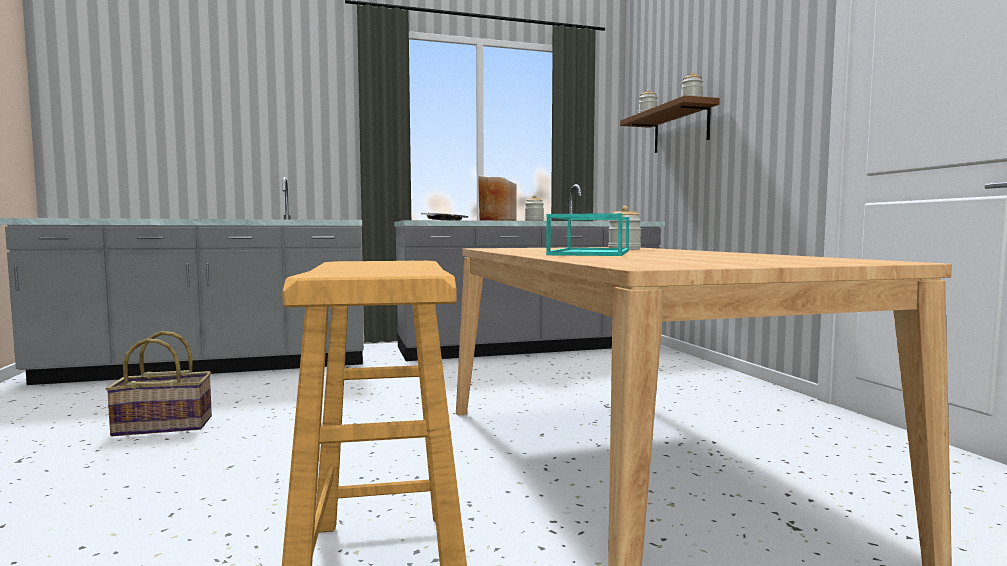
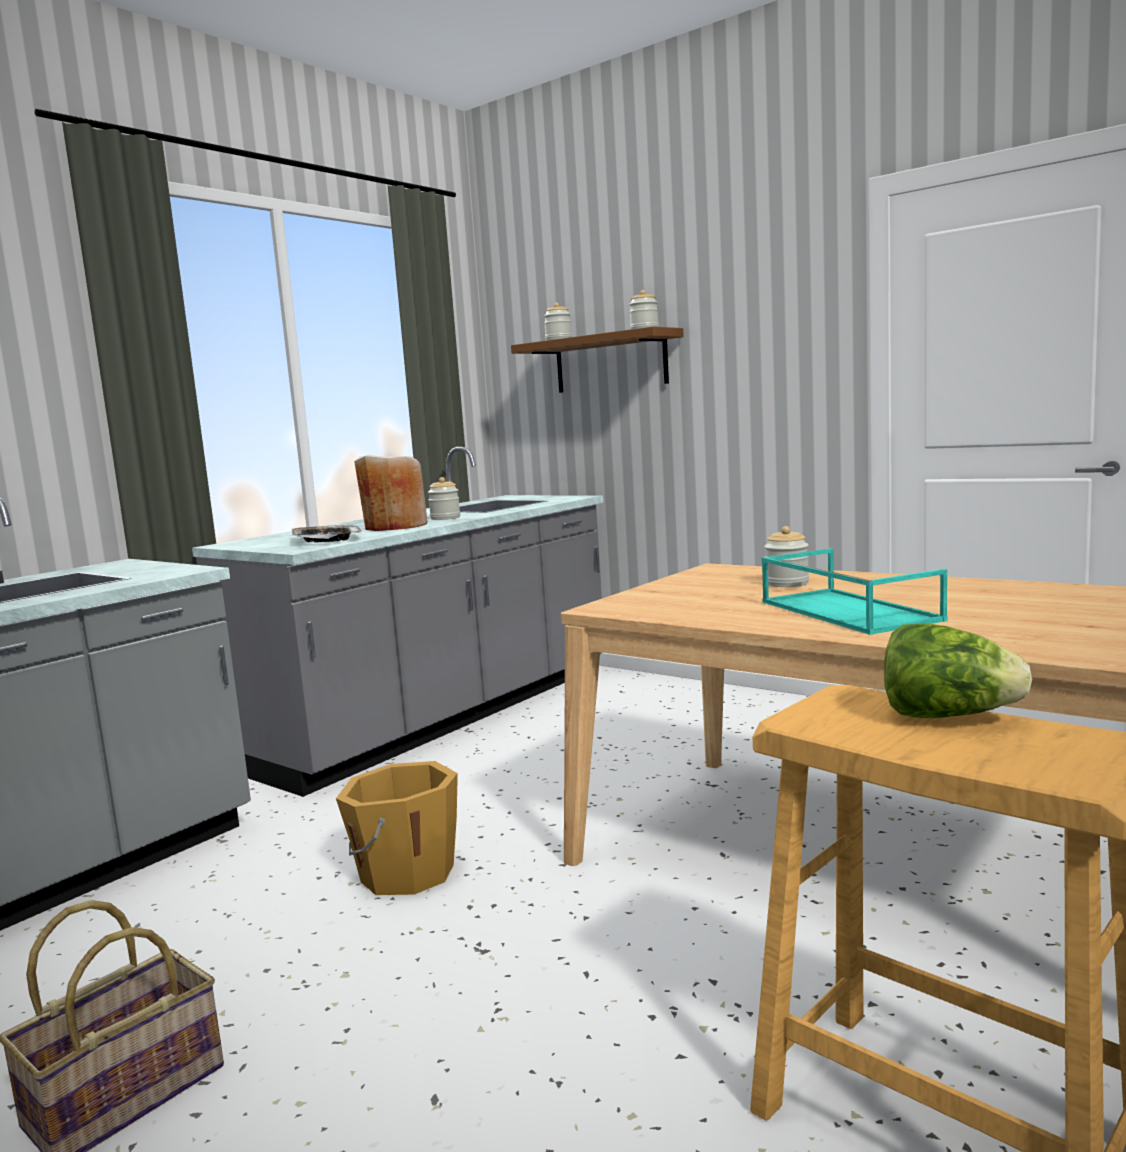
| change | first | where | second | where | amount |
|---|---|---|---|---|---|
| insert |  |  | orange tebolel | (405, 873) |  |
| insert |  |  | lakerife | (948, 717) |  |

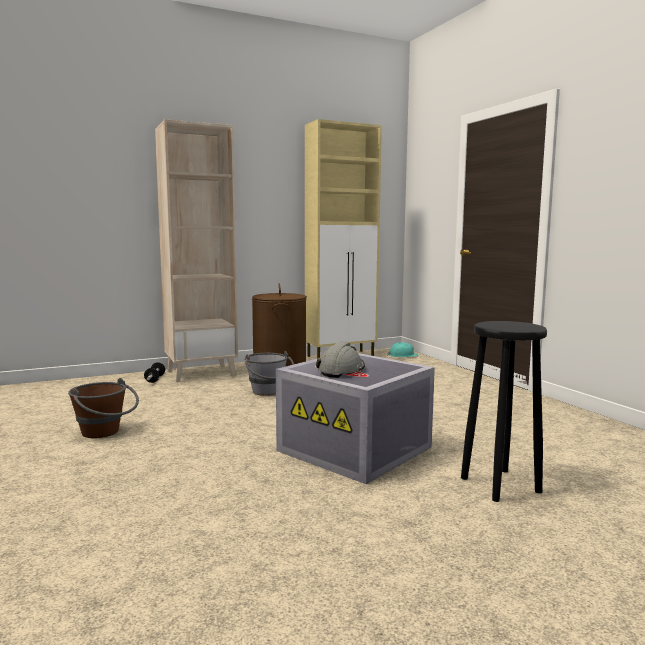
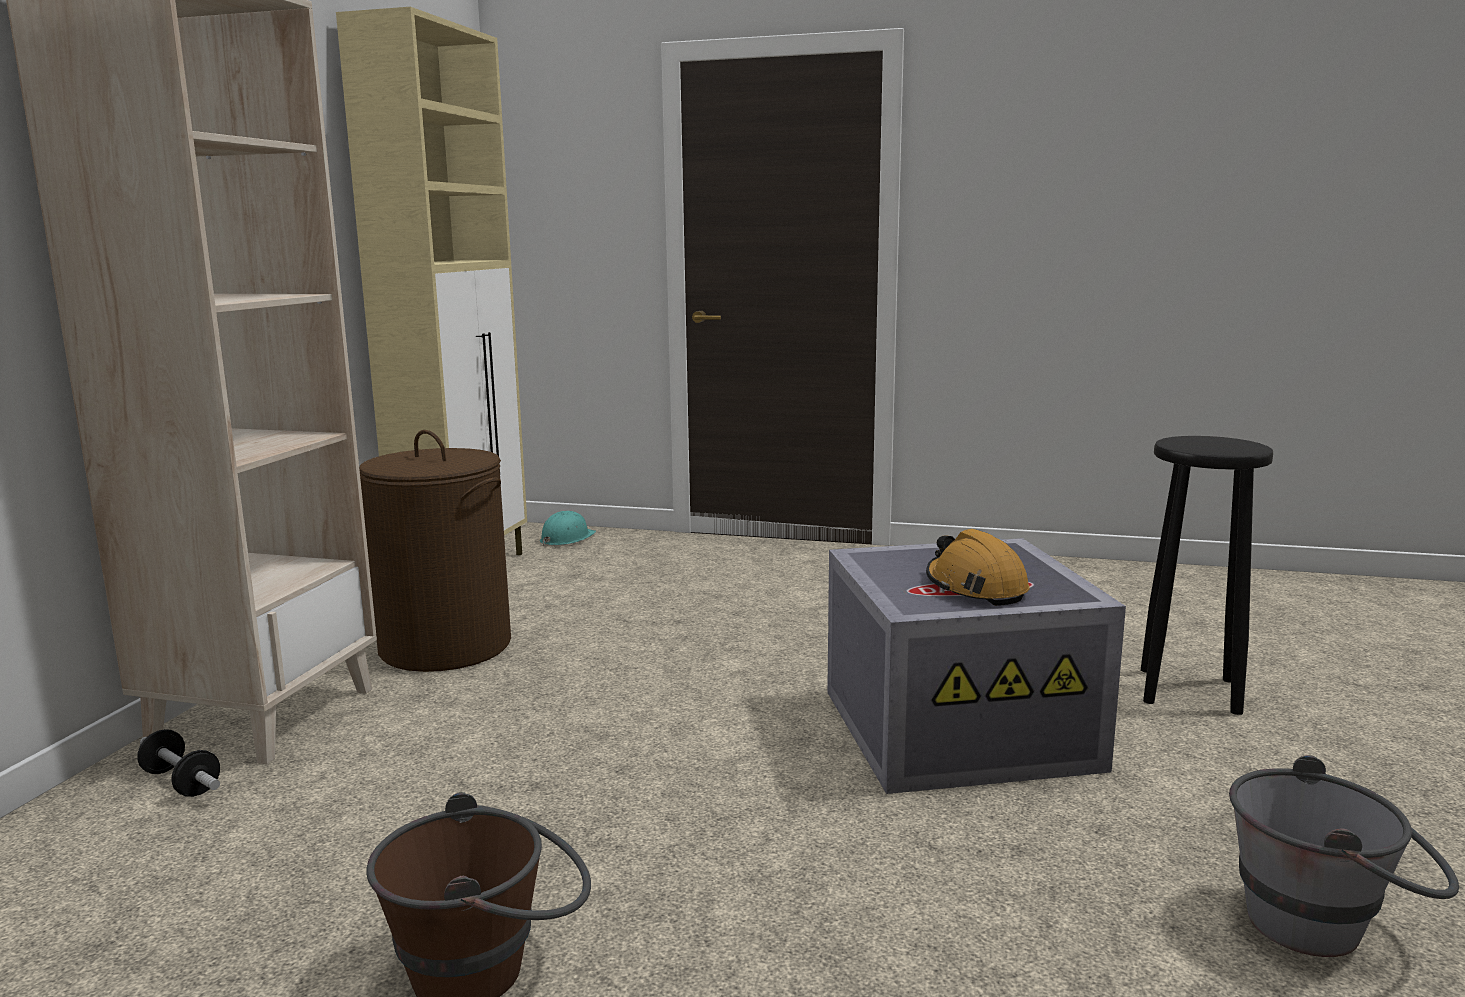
| change | first | where | second | where | amount |
|---|---|---|---|---|---|
| move | grey tebolel | (268, 393) |  | (1327, 926) |  |
| recolor | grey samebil | (341, 371) | orange samebil | (975, 588) |  |

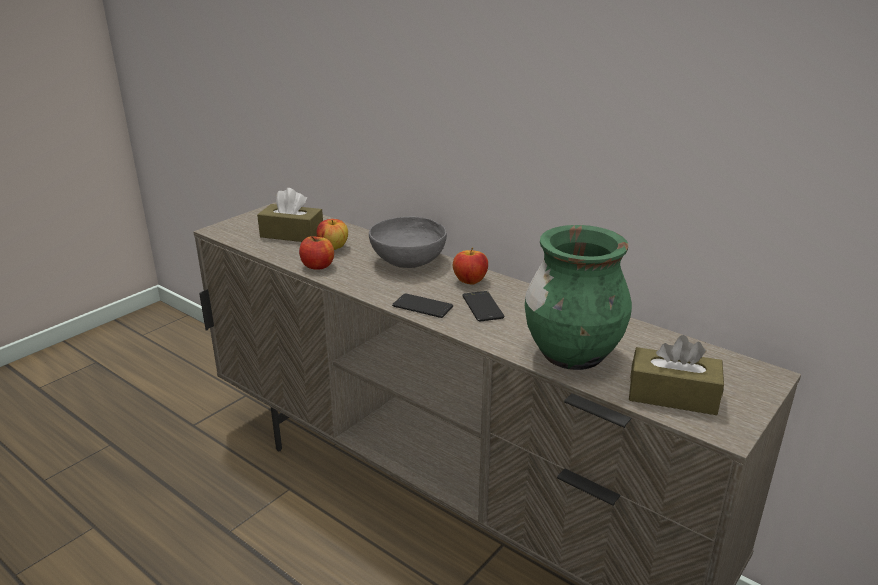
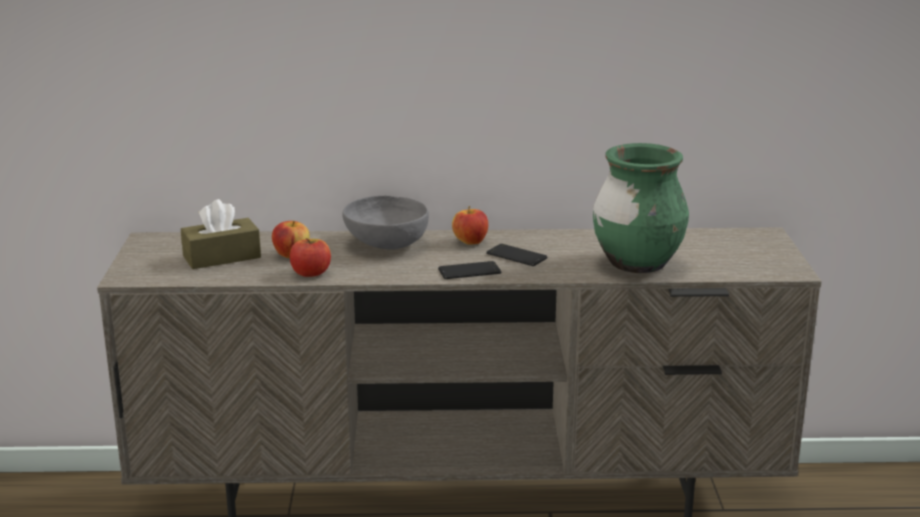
| change | first | where | second | where | amount |
|---|---|---|---|---|---|
| delete | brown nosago | (672, 395) |  |  |  |

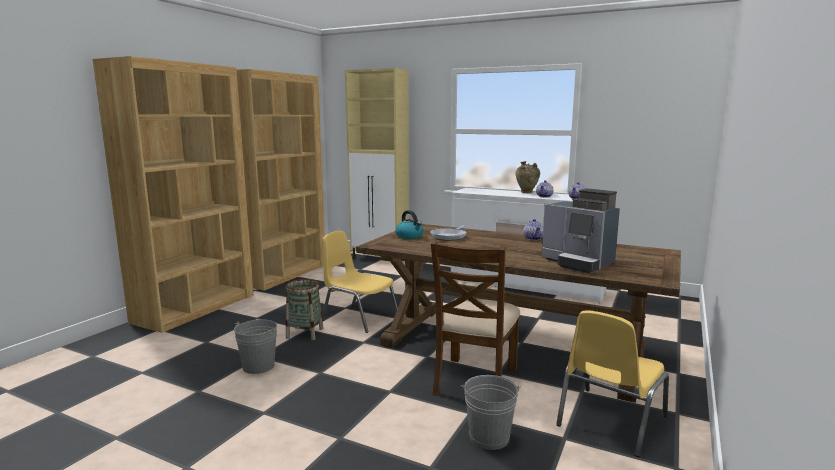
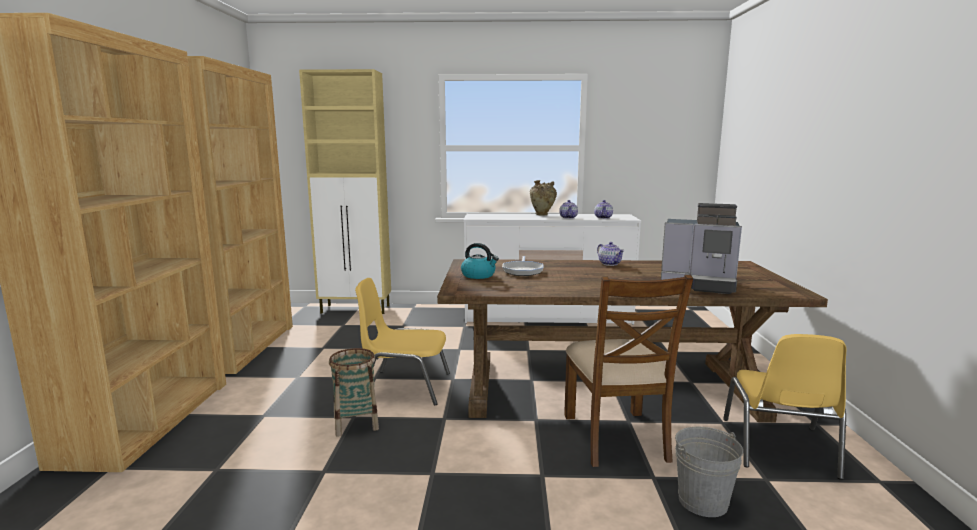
| change | first | where | second | where | amount |
|---|---|---|---|---|---|
| delete | grey tebolel | (258, 366) |  |  |  |

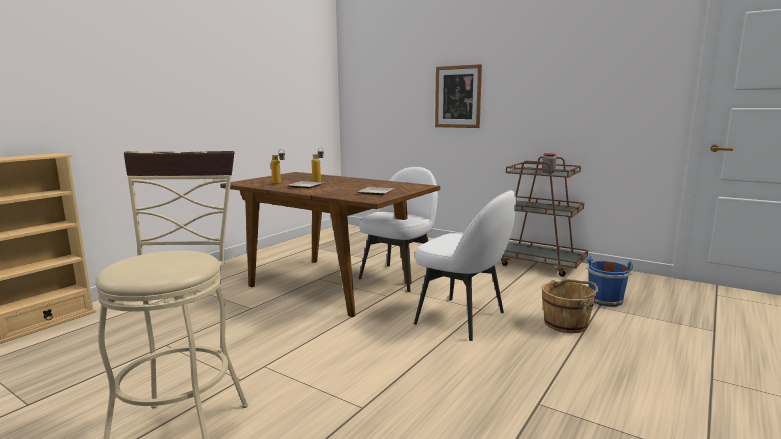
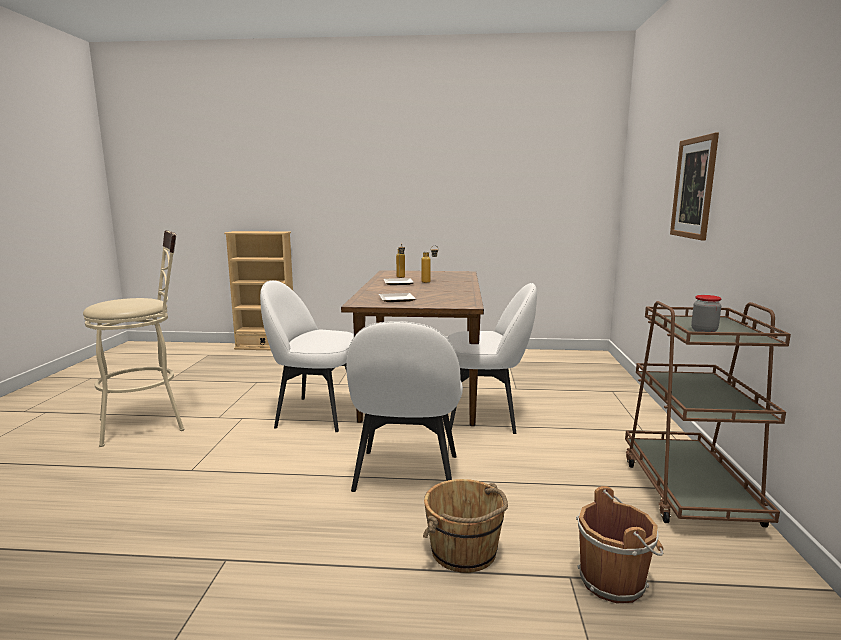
| change | first | where | second | where | amount |
|---|---|---|---|---|---|
| recolor | blue tebolel | (605, 299) | brown tebolel | (615, 580) |  |
| insert |  |  | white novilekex | (315, 413) |  |

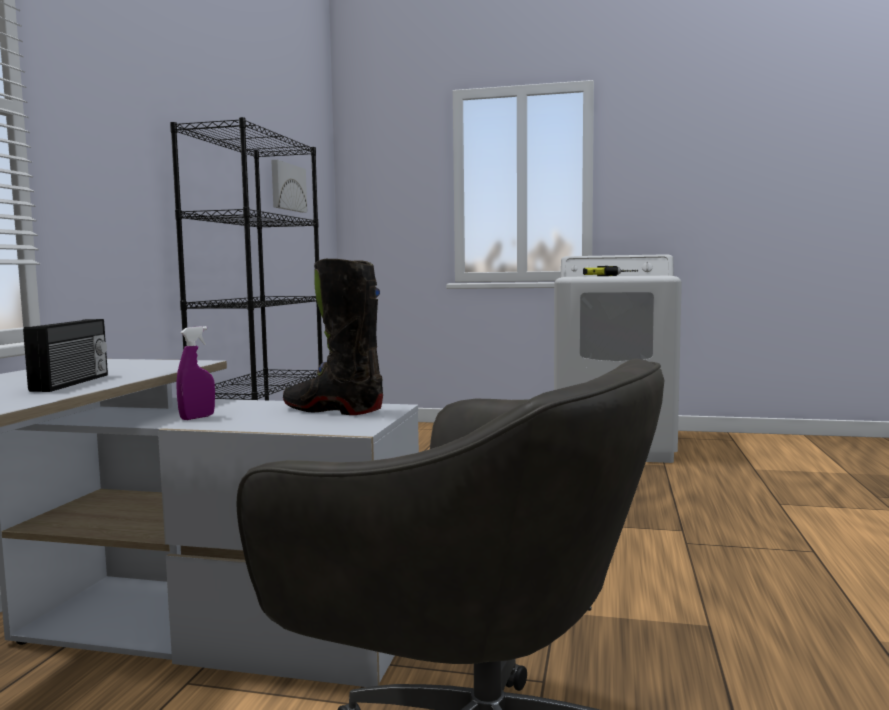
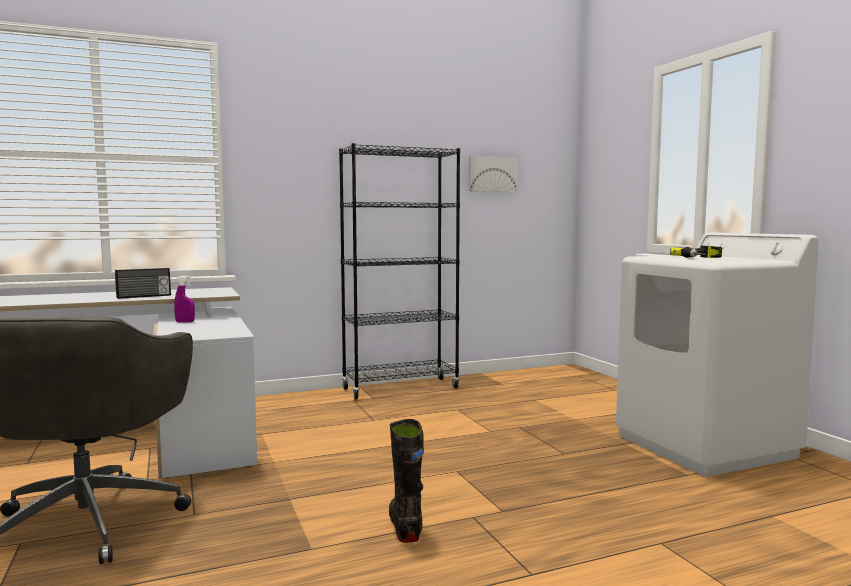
| change | first | where | second | where | amount |
|---|---|---|---|---|---|
| move | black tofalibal | (333, 410) |  | (405, 526) |  |

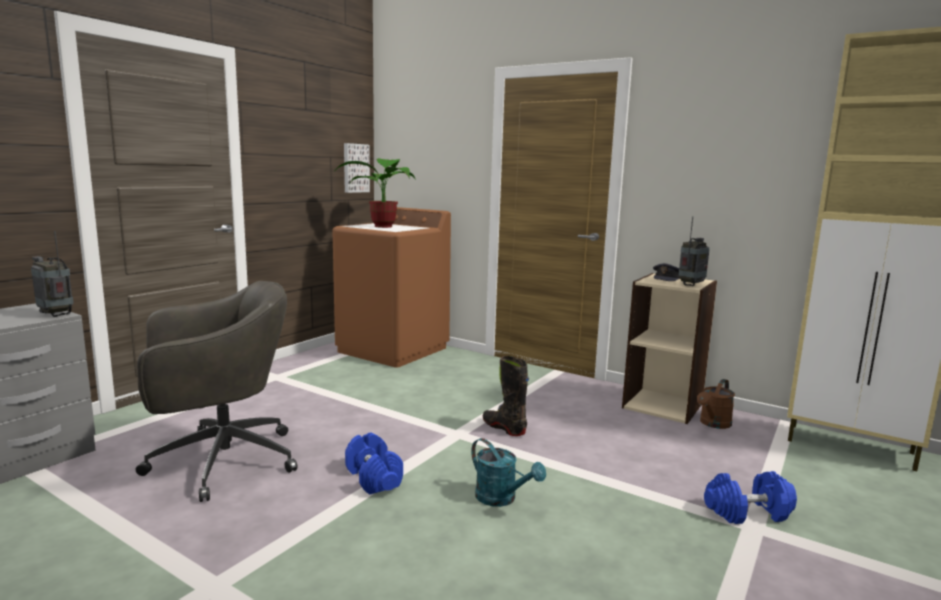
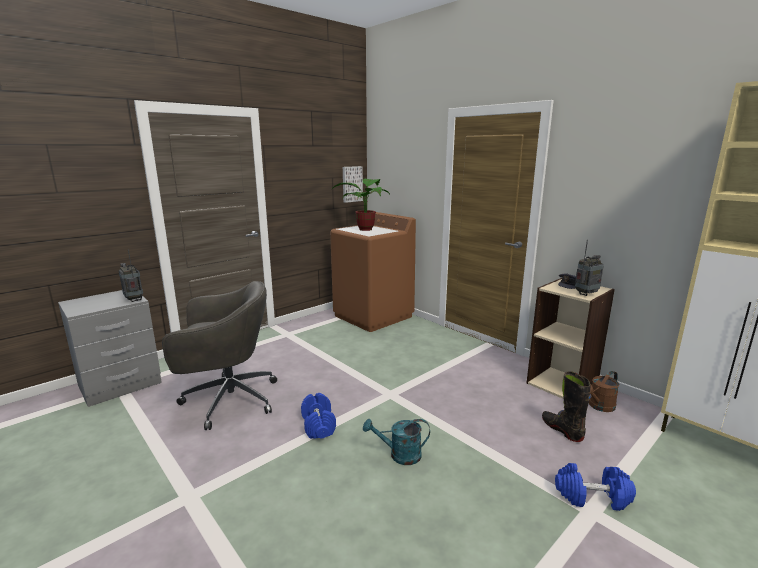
| change | first | where | second | where | amount |
|---|---|---|---|---|---|
| rotate | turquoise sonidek | (501, 499) |  | (399, 455) | 120 degrees clockwise |
| move | black tofalibal | (504, 428) |  | (562, 430) |  |

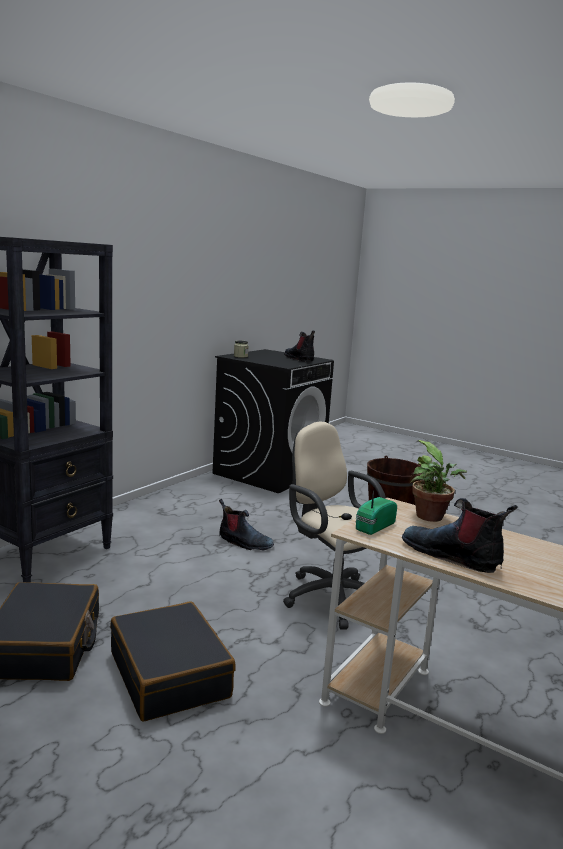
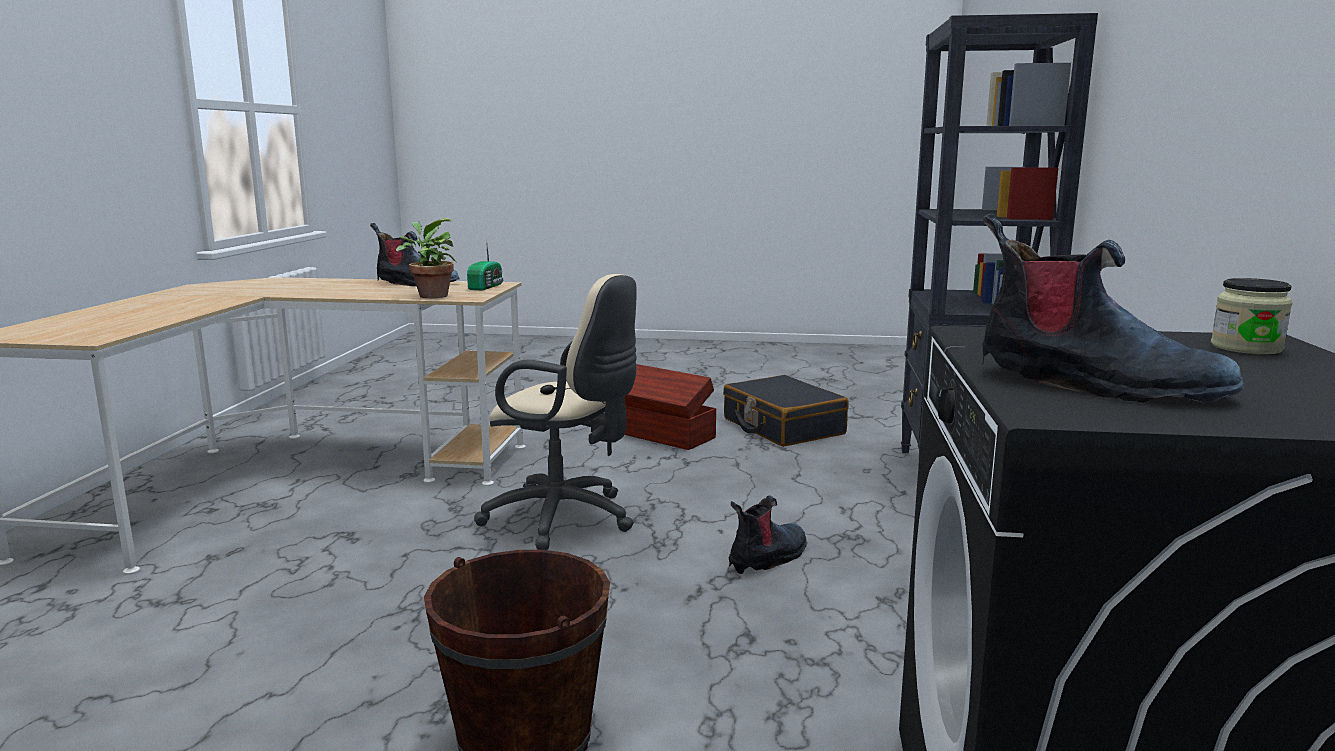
| change | first | where | second | where | amount |
|---|---|---|---|---|---|
| replace | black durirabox | (170, 674) | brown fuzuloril | (661, 435) |  |
| rotate | tofalibal | (244, 543) |  | (768, 558) | 135 degrees clockwise |

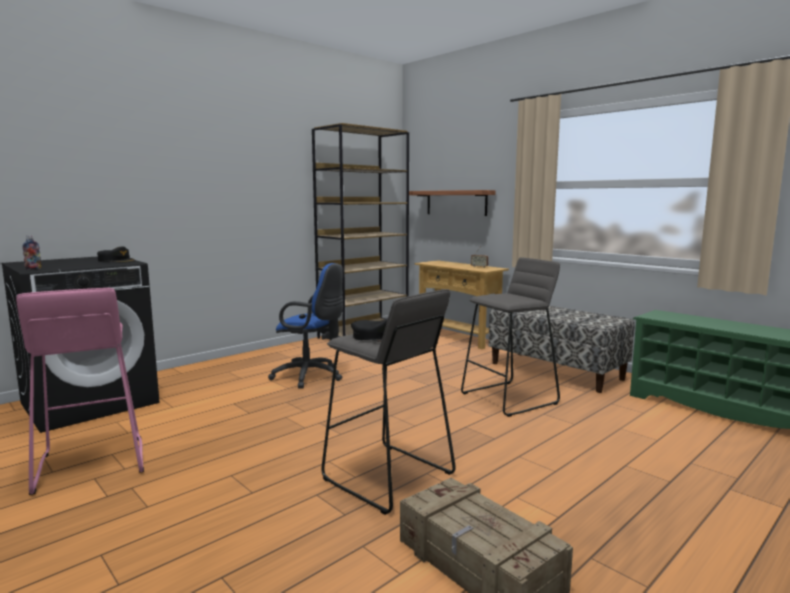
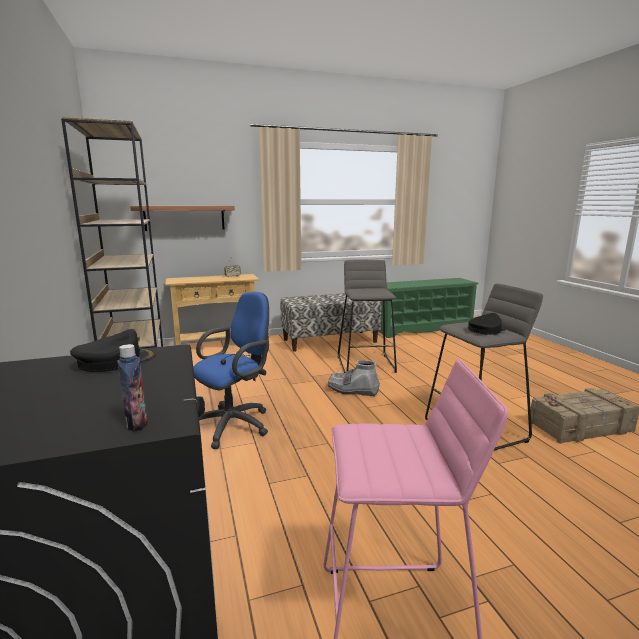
| change | first | where | second | where | amount |
|---|---|---|---|---|---|
| insert |  |  | grey tofalibal | (352, 390) |  |

